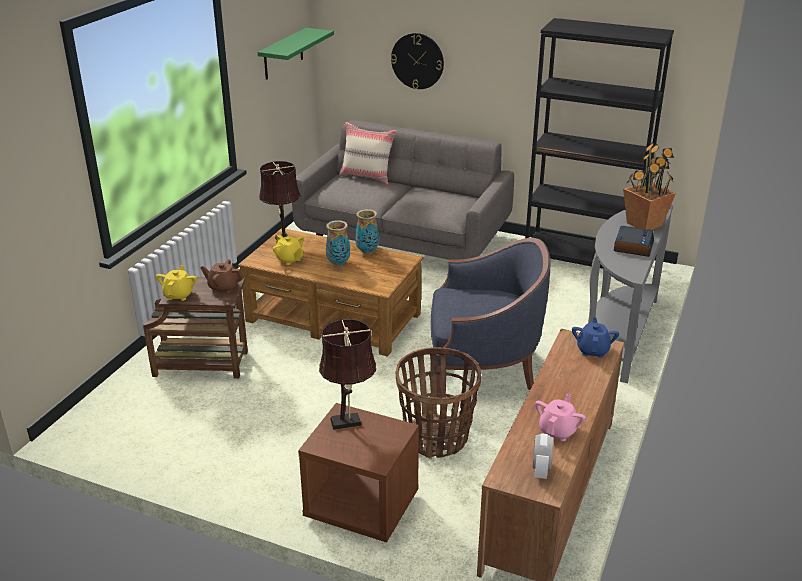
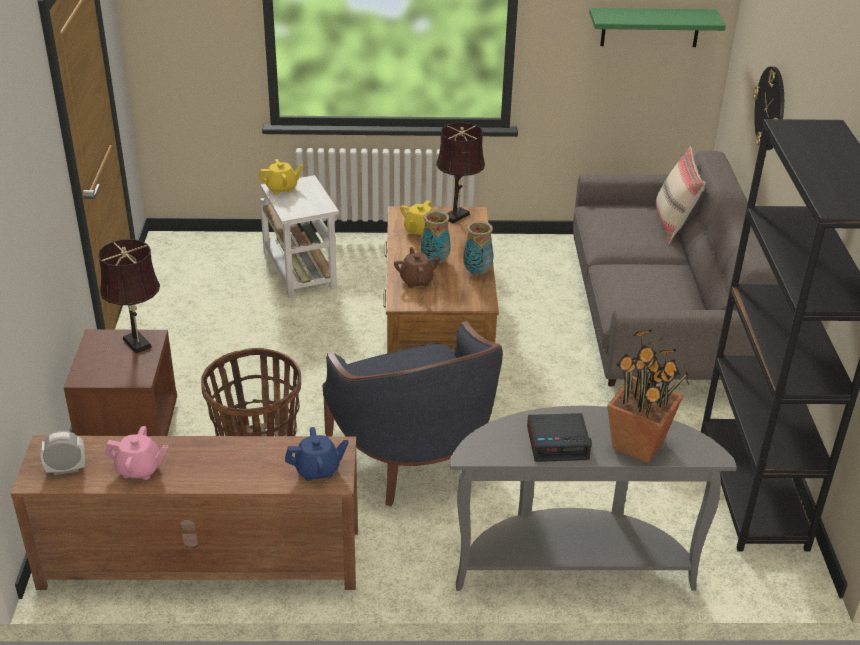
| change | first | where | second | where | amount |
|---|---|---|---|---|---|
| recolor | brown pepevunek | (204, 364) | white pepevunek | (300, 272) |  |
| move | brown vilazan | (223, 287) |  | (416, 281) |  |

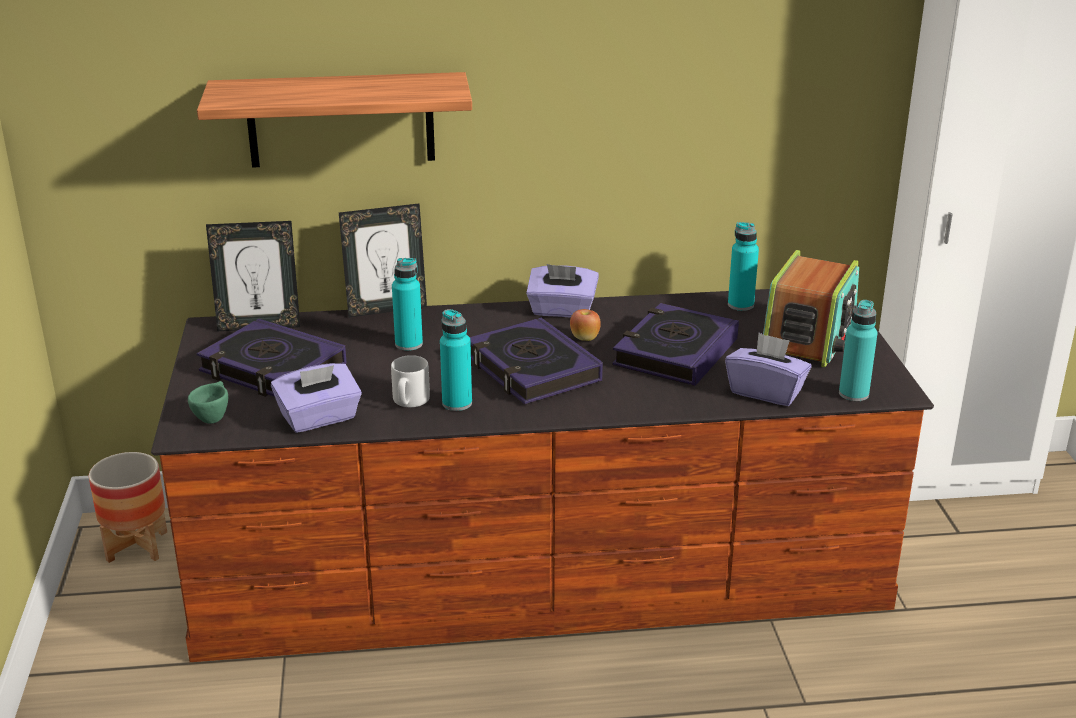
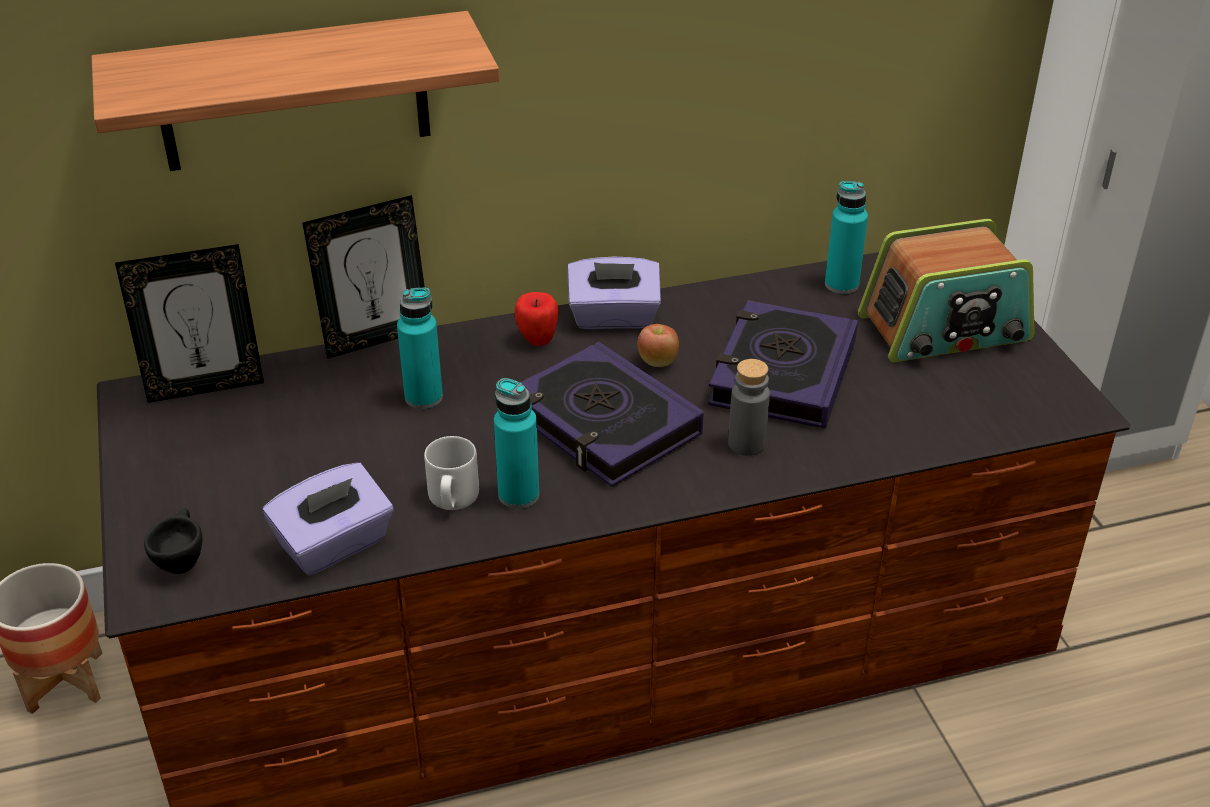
| change | first | where | second | where | amount |
|---|---|---|---|---|---|
| recolor | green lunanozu | (213, 417) | black lunanozu | (181, 561) |  |
| delete | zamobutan | (273, 369) |  |  |  |
| delete | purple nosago | (766, 392) |  |  |  |
| rotate | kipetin | (810, 337) |  | (945, 329) | 60 degrees clockwise |
| delete | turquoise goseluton | (853, 394) |  |  |  |
| insert |  |  | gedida | (537, 341) |  |
| insert |  |  | grey goseluton | (746, 444) |  |

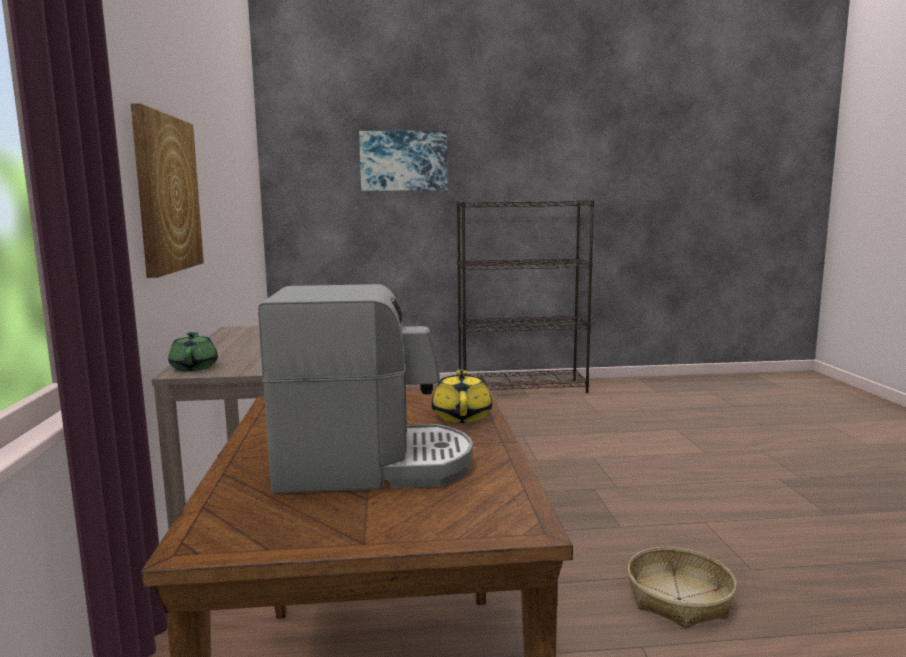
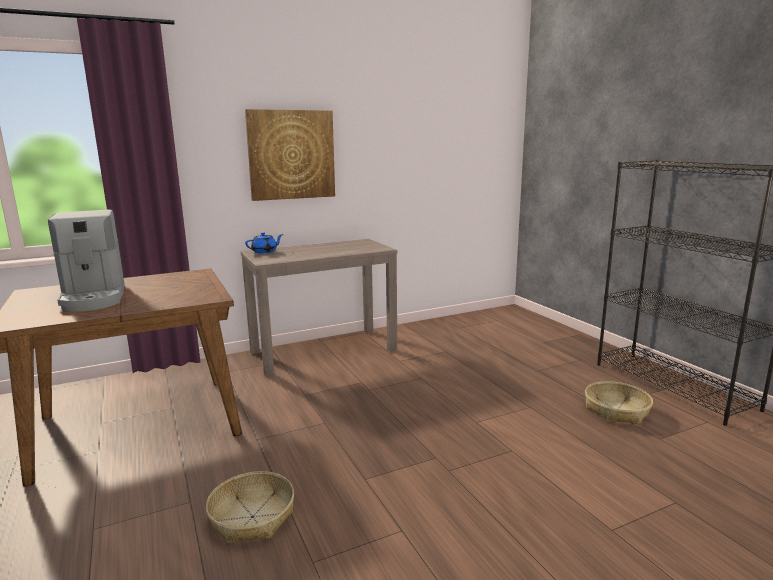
| change | first | where | second | where | amount |
|---|---|---|---|---|---|
| recolor | green vilazan | (194, 367) | blue vilazan | (265, 251) |  |
| delete | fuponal | (403, 161) |  |  |  |
| delete | yellow vilazan | (462, 416) |  |  |  |
| insert |  |  | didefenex | (616, 410) |  |

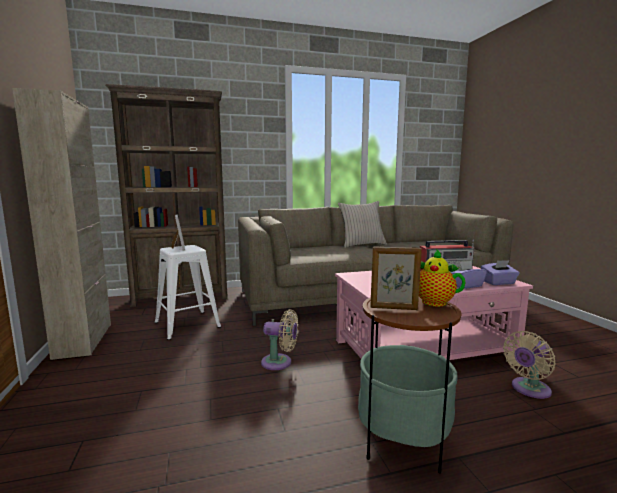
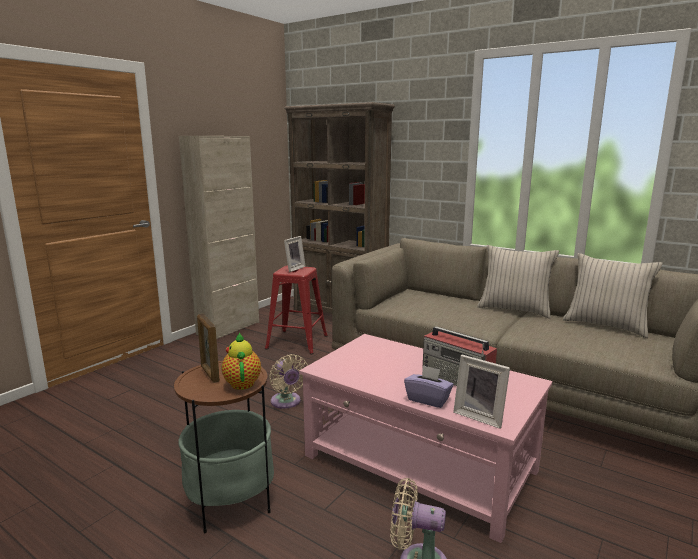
| change | first | where | second | where | amount |
|---|---|---|---|---|---|
| recolor | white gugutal | (186, 324) | red gugutal | (296, 341) |  |
| replace | purple nosago | (498, 283) | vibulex | (480, 416) |  |
| insert |  |  | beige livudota | (606, 325) |  |

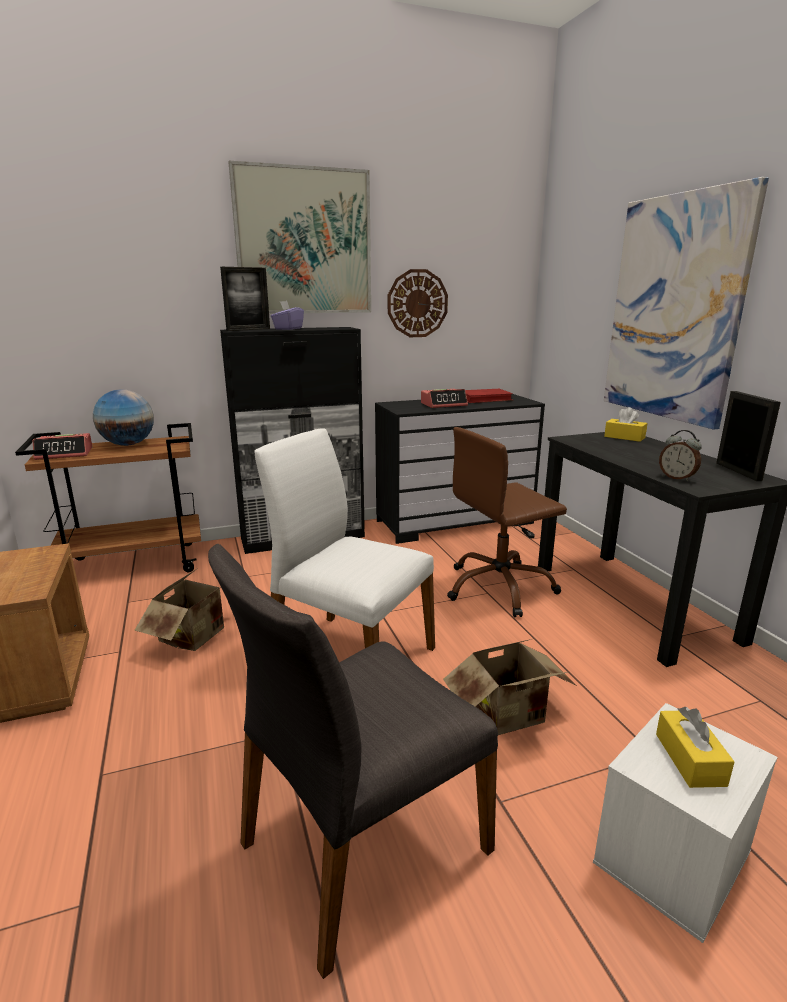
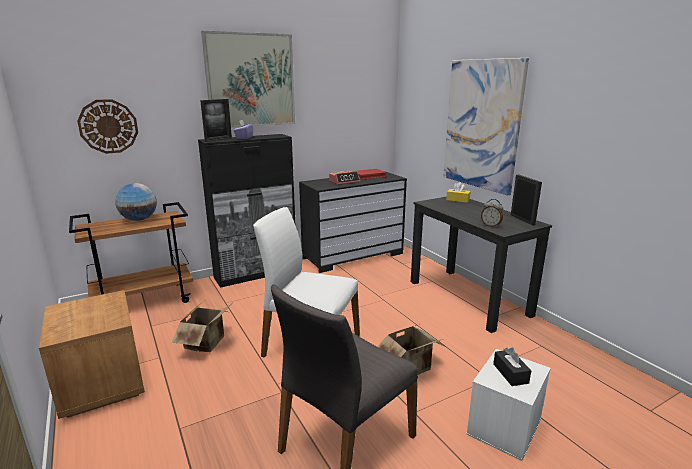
| change | first | where | second | where | amount |
|---|---|---|---|---|---|
| delete | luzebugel | (65, 453) |  |  |  |
| move | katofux | (417, 303) |  | (108, 126) |  |
| delete | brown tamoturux | (499, 588) |  |  |  |
| recolor | yellow nosago | (690, 759) | black nosago | (510, 373) |  |

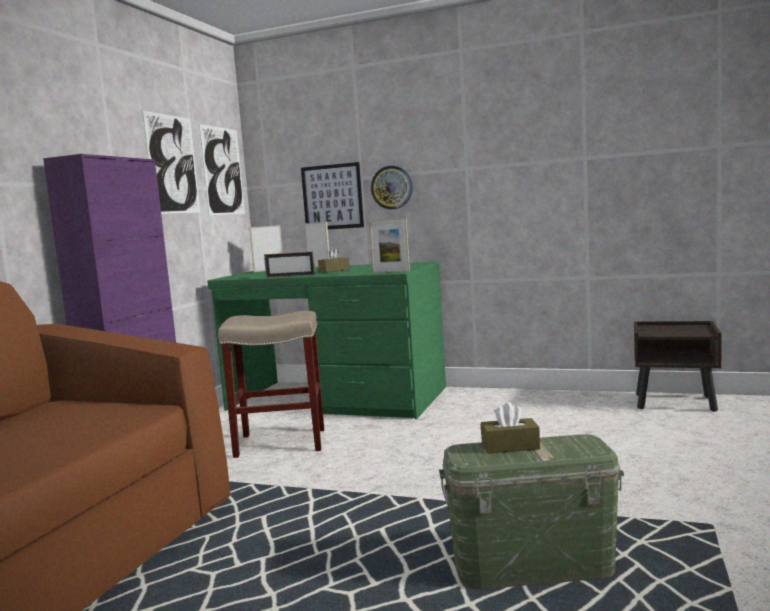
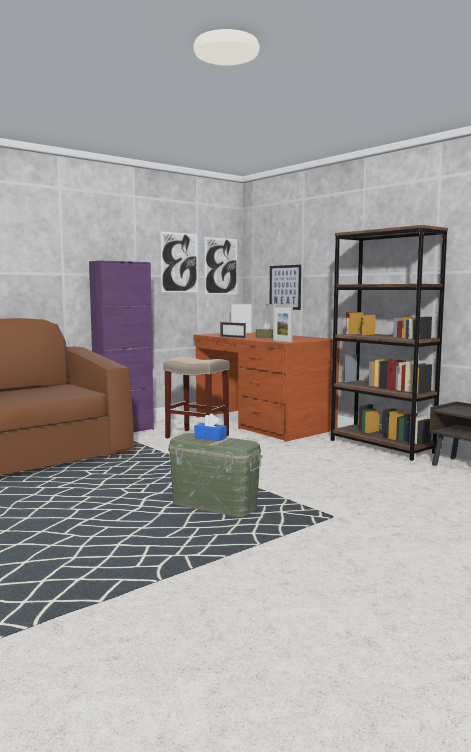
| change | first | where | second | where | amount |
|---|---|---|---|---|---|
| recolor | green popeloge | (337, 399) | brown popeloge | (263, 423) |  |
| delete | katofux | (392, 187) |  |  |  |
| recolor | brown nosago | (510, 446) | blue nosago | (210, 437) |  |
| insert |  |  | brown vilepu | (381, 446) |  |

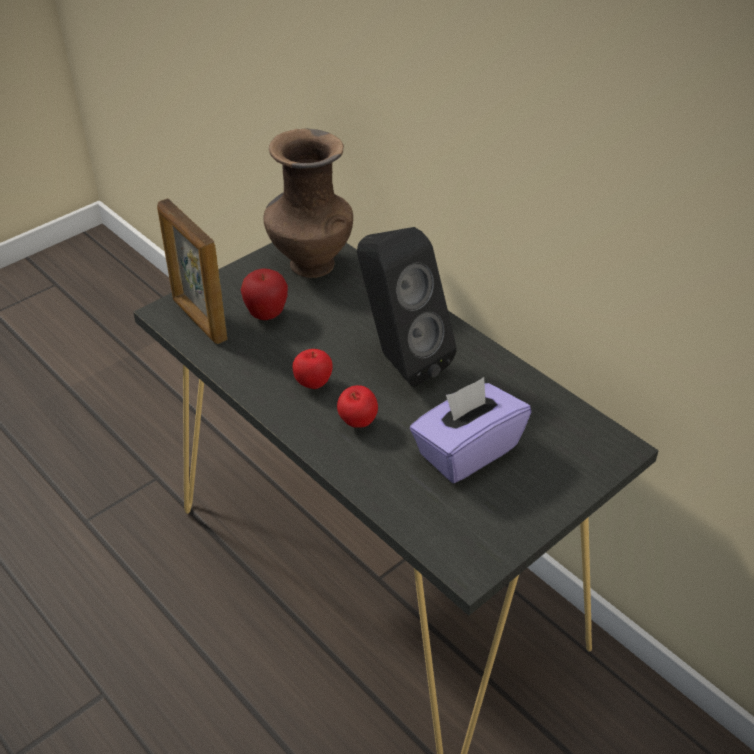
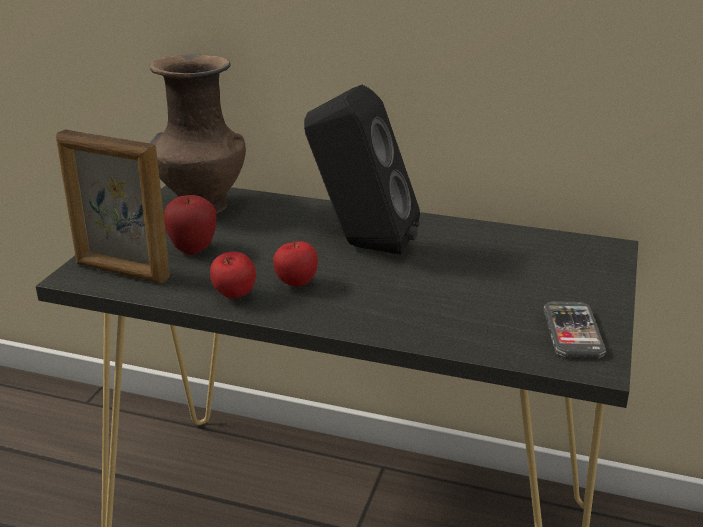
| change | first | where | second | where | amount |
|---|---|---|---|---|---|
| move | gedida | (357, 423) |  | (234, 297) |  |
| delete | purple nosago | (466, 450) |  |  |  |
| insert |  |  | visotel | (573, 332) |  |

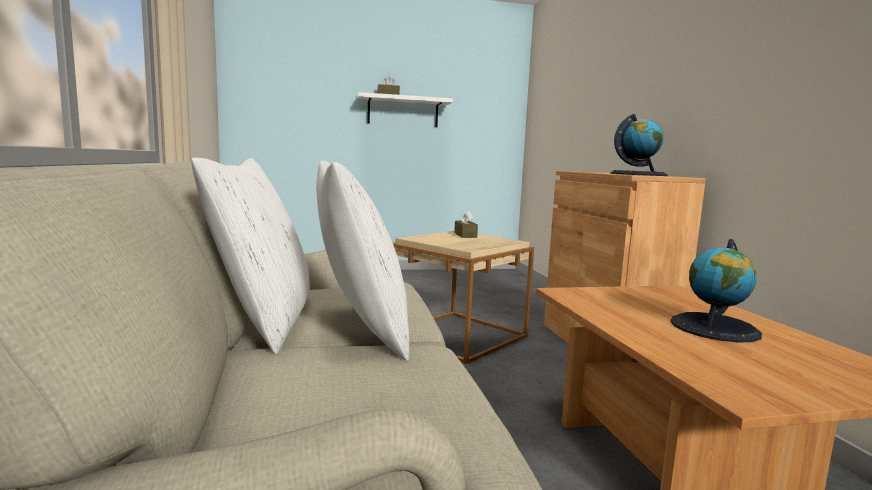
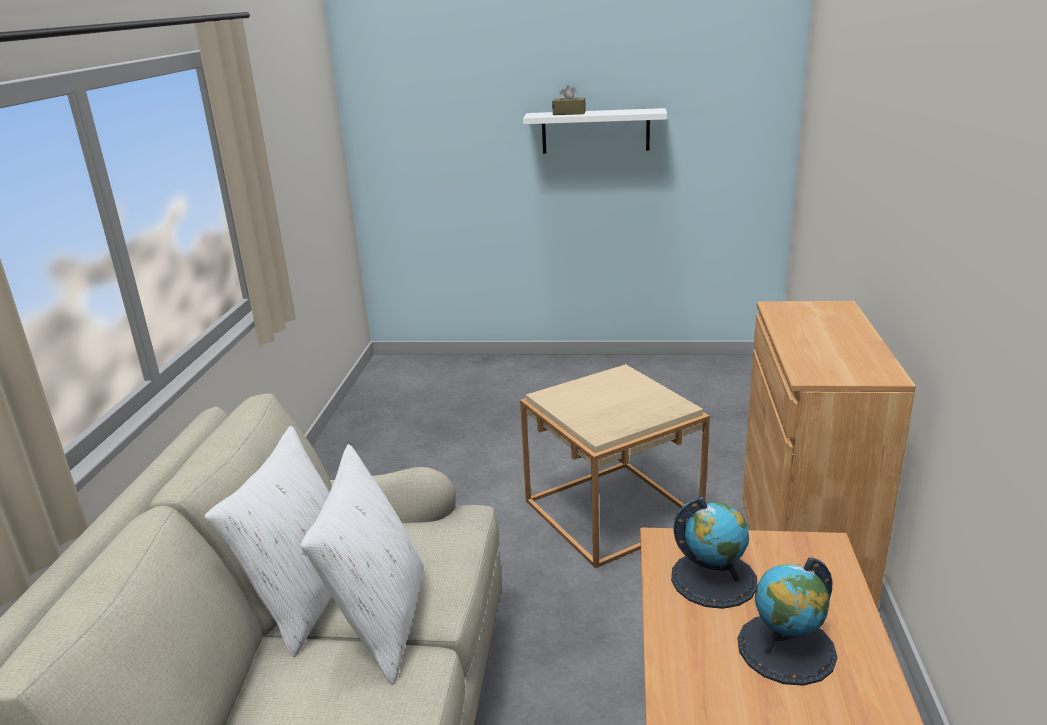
| change | first | where | second | where | amount |
|---|---|---|---|---|---|
| delete | brown nosago | (465, 235) |  |  |  |
| move | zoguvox | (638, 174) |  | (714, 579) |  |

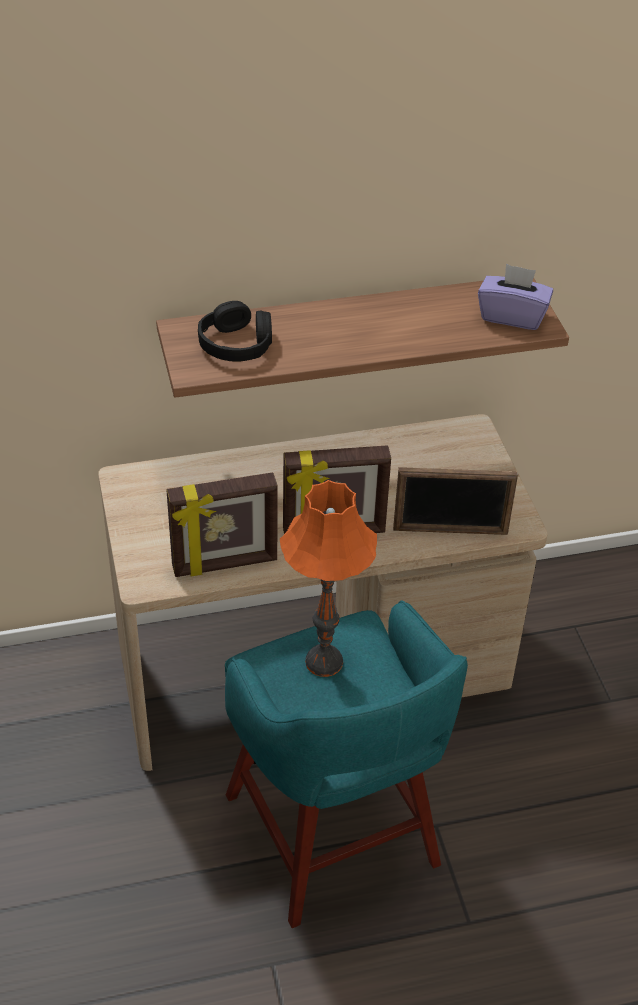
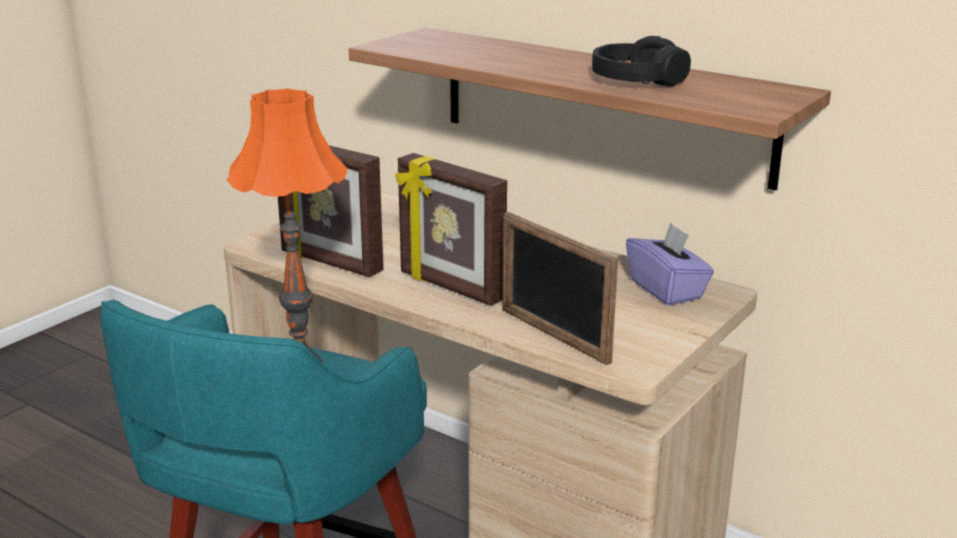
| change | first | where | second | where | amount |
|---|---|---|---|---|---|
| move | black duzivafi | (236, 344) |  | (638, 79) |  |
| move | purple nosago | (512, 316) |  | (667, 290) |  |

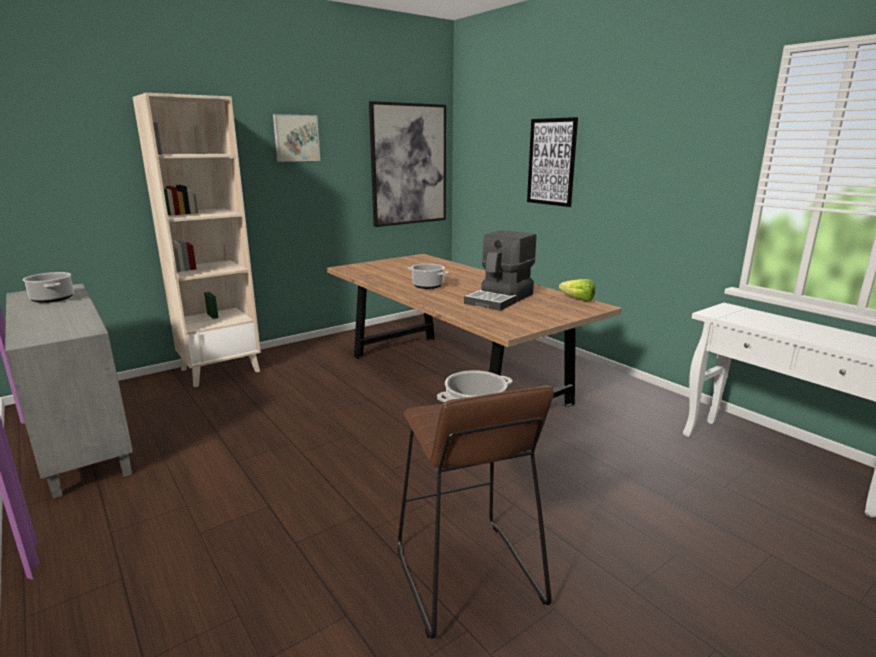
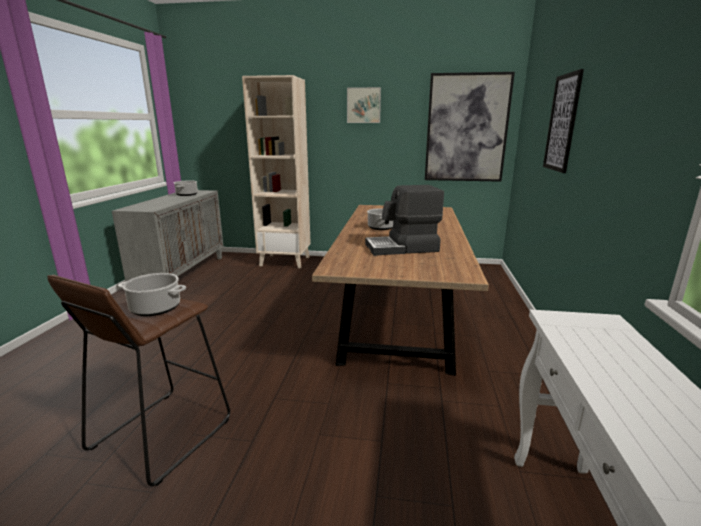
| change | first | where | second | where | amount |
|---|---|---|---|---|---|
| delete | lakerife | (575, 299) |  |  |  |

